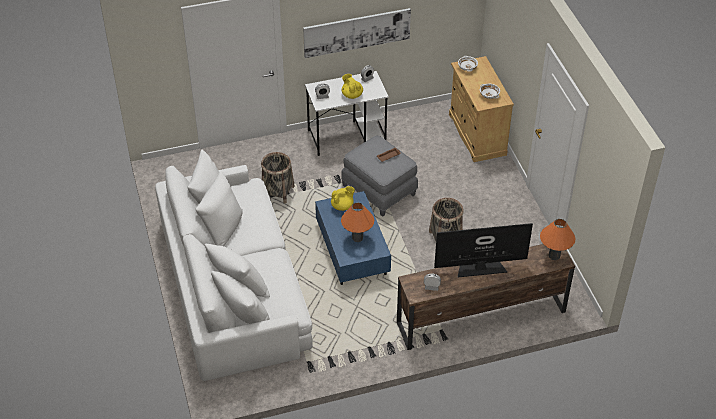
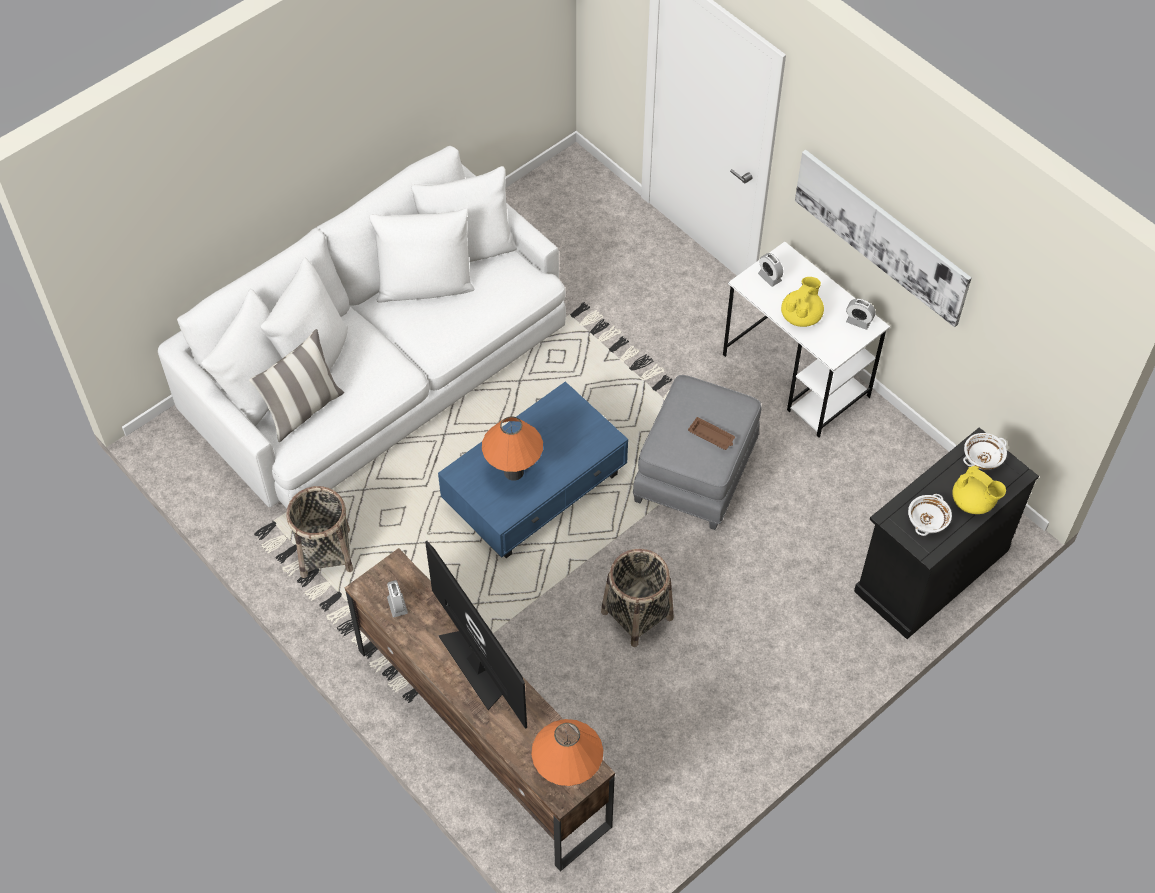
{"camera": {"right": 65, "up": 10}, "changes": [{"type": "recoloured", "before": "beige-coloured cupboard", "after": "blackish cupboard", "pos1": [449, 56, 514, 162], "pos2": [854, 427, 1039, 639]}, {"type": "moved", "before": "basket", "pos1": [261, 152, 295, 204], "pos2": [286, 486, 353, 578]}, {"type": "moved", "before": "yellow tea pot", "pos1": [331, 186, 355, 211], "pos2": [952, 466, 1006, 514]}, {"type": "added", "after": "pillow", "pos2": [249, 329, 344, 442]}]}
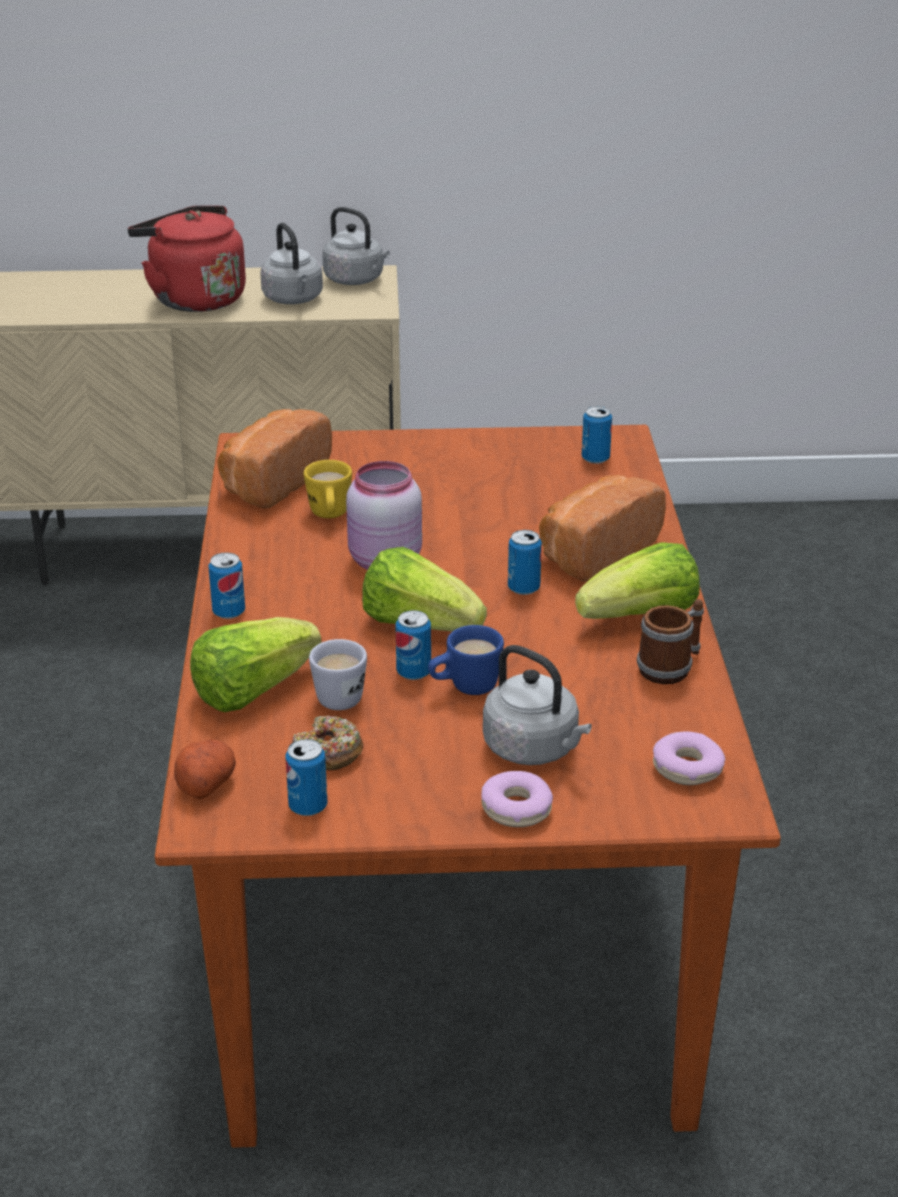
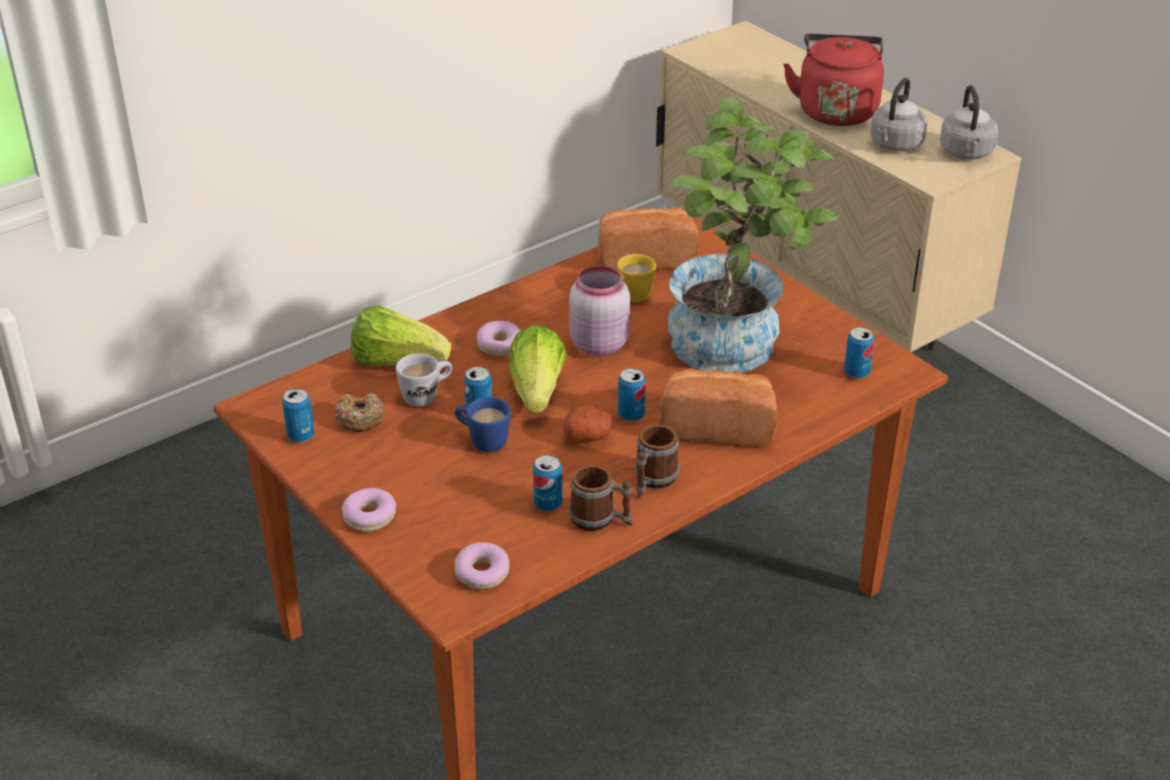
{"camera": {"right": 55, "up": 5}, "changes": [{"type": "replaced", "before": "head of lettuce", "after": "mug", "pos1": [575, 542, 700, 619], "pos2": [635, 424, 679, 499]}, {"type": "moved", "before": "sealed can", "pos1": [208, 552, 245, 619], "pos2": [533, 455, 563, 511]}, {"type": "removed", "before": "grey kettle", "pos1": [483, 645, 592, 765]}, {"type": "moved", "before": "potato", "pos1": [174, 740, 236, 799], "pos2": [564, 405, 613, 443]}, {"type": "added", "after": "plant in a pot", "pos2": [668, 98, 838, 372]}, {"type": "added", "after": "ring doughnut", "pos2": [477, 321, 521, 356]}]}
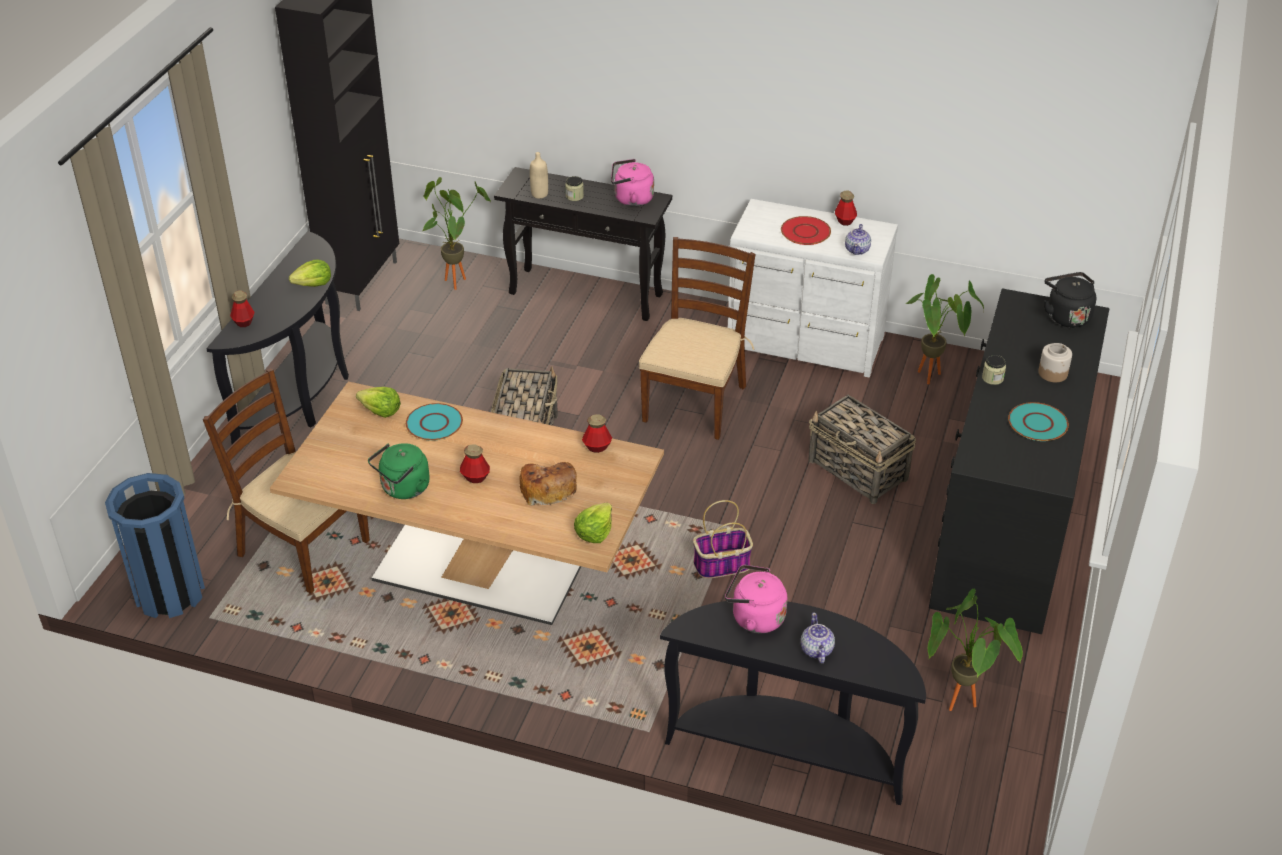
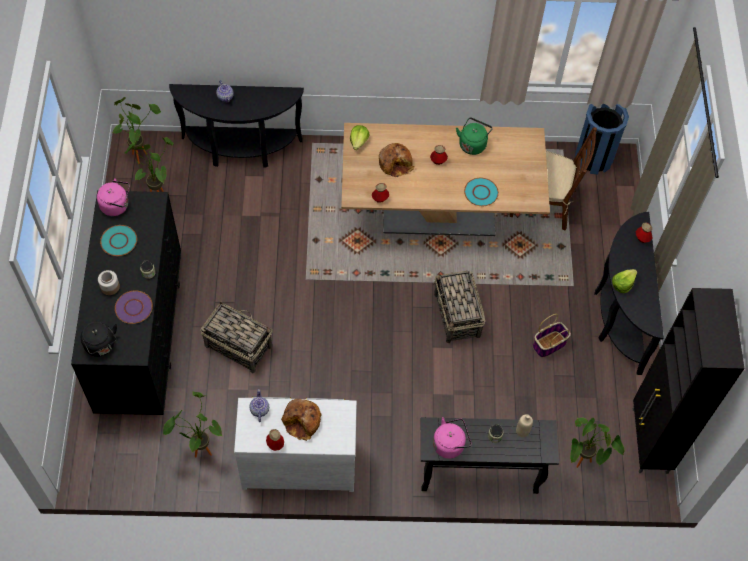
{"camera": {"right": 160, "up": 20}, "changes": [{"type": "replaced", "before": "reddish dinner plate", "after": "bread", "pos1": [781, 216, 831, 245], "pos2": [281, 399, 322, 441]}, {"type": "removed", "before": "brown-coloured upright chair", "pos1": [639, 237, 756, 440]}, {"type": "removed", "before": "head of lettuce", "pos1": [356, 387, 401, 418]}, {"type": "moved", "before": "basket", "pos1": [693, 500, 753, 578], "pos2": [533, 314, 571, 358]}, {"type": "moved", "before": "pinkish kettle", "pos1": [725, 565, 787, 633], "pos2": [97, 178, 130, 216]}, {"type": "added", "after": "plant in a pot", "pos2": [112, 97, 161, 164]}, {"type": "added", "after": "purple dinner plate", "pos2": [115, 290, 153, 324]}]}
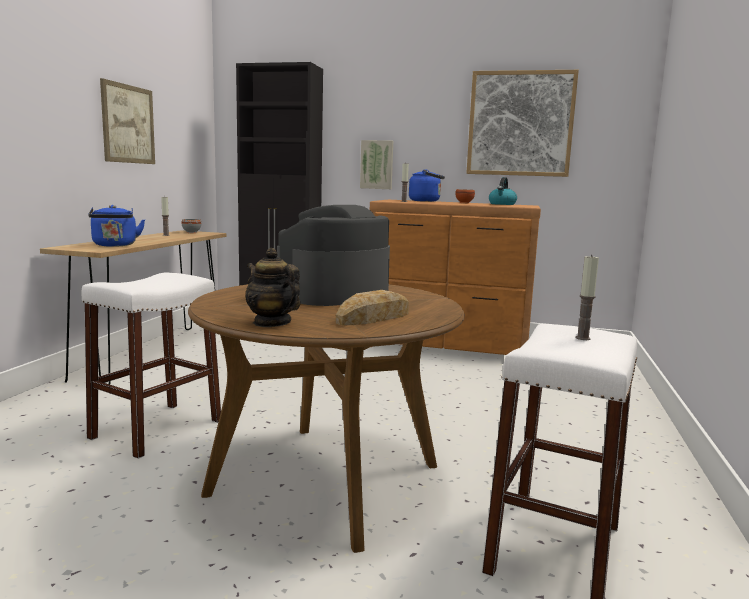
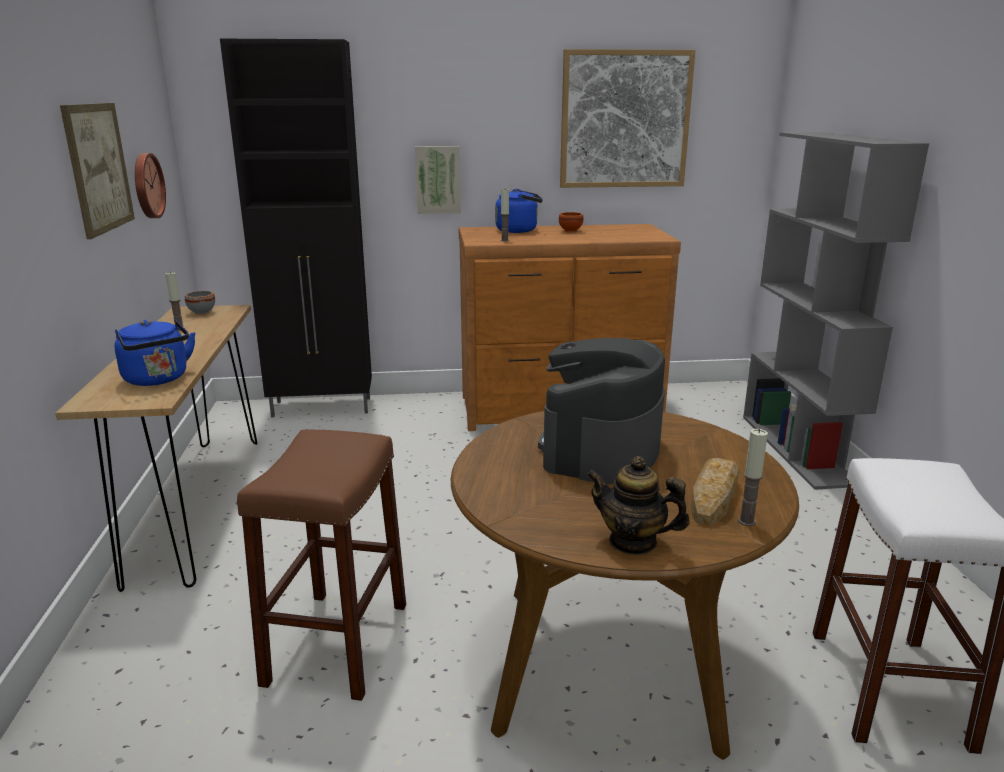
{"camera": {"right": -20, "up": 10}, "changes": [{"type": "removed", "before": "kettle", "pos1": [489, 177, 517, 205]}, {"type": "moved", "before": "wax light", "pos1": [576, 255, 599, 340], "pos2": [738, 429, 768, 526]}, {"type": "recoloured", "before": "whitish stool", "after": "brown-coloured stool", "pos1": [81, 272, 221, 459], "pos2": [237, 430, 406, 701]}, {"type": "added", "after": "grey shelving unit", "pos2": [743, 132, 929, 490]}, {"type": "added", "after": "clock on the wall", "pos2": [135, 153, 166, 218]}]}
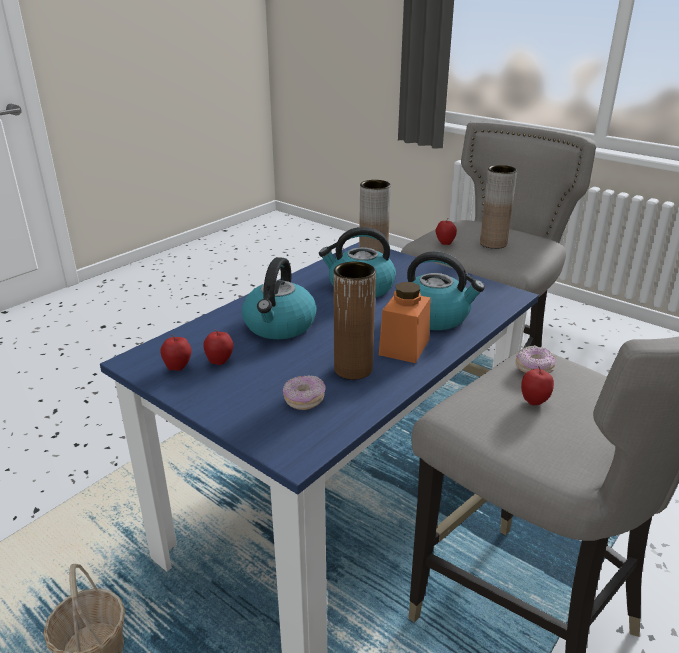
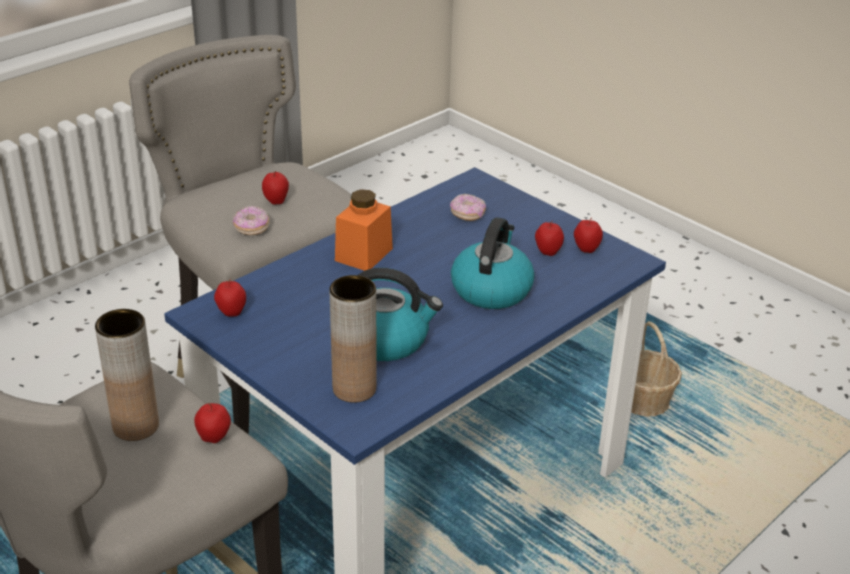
{"camera": {"right": -175, "up": 5}, "changes": [{"type": "removed", "before": "kettle", "pos1": [407, 251, 485, 330]}, {"type": "removed", "before": "brown-coloured decorative vase", "pos1": [333, 262, 376, 380]}, {"type": "added", "after": "apple", "pos2": [214, 279, 246, 317]}]}
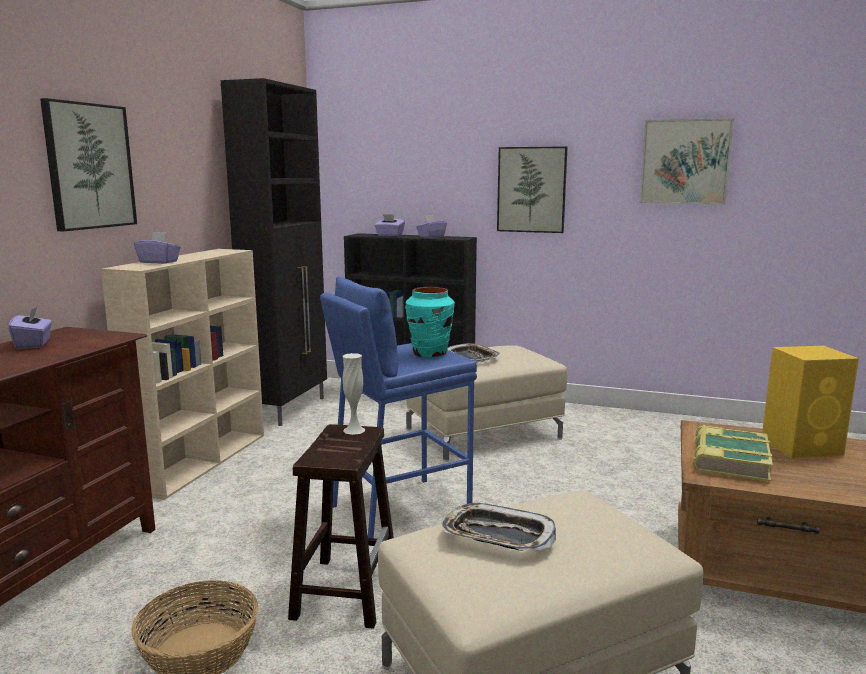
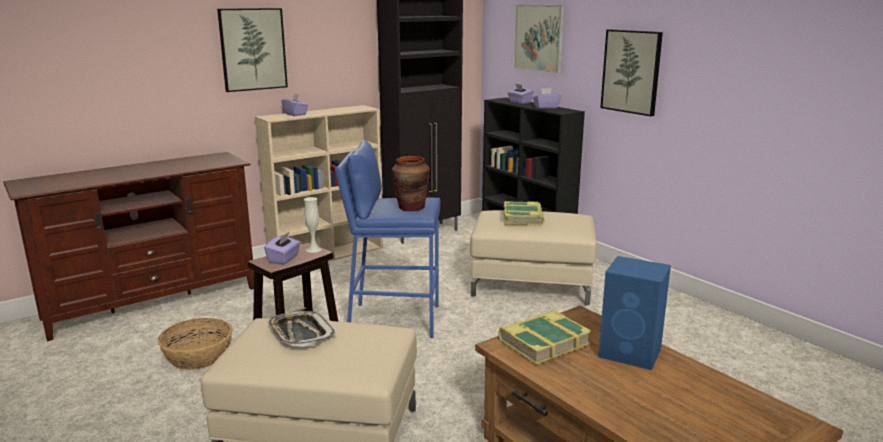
{"camera": {"right": 35, "up": 5}, "changes": [{"type": "moved", "before": "picture", "pos1": [639, 118, 734, 205], "pos2": [514, 4, 564, 73]}, {"type": "recoloured", "before": "turquoise decorative vase", "after": "brown-coloured decorative vase", "pos1": [405, 287, 455, 358], "pos2": [392, 156, 430, 211]}, {"type": "moved", "before": "purple tissue box", "pos1": [8, 307, 52, 349], "pos2": [264, 232, 301, 265]}, {"type": "replaced", "before": "tray", "after": "volume", "pos1": [447, 343, 500, 363], "pos2": [504, 201, 545, 226]}, {"type": "recoloured", "before": "yellow loudspeaker", "after": "blue-coloured loudspeaker", "pos1": [762, 346, 859, 459], "pos2": [598, 256, 671, 370]}]}
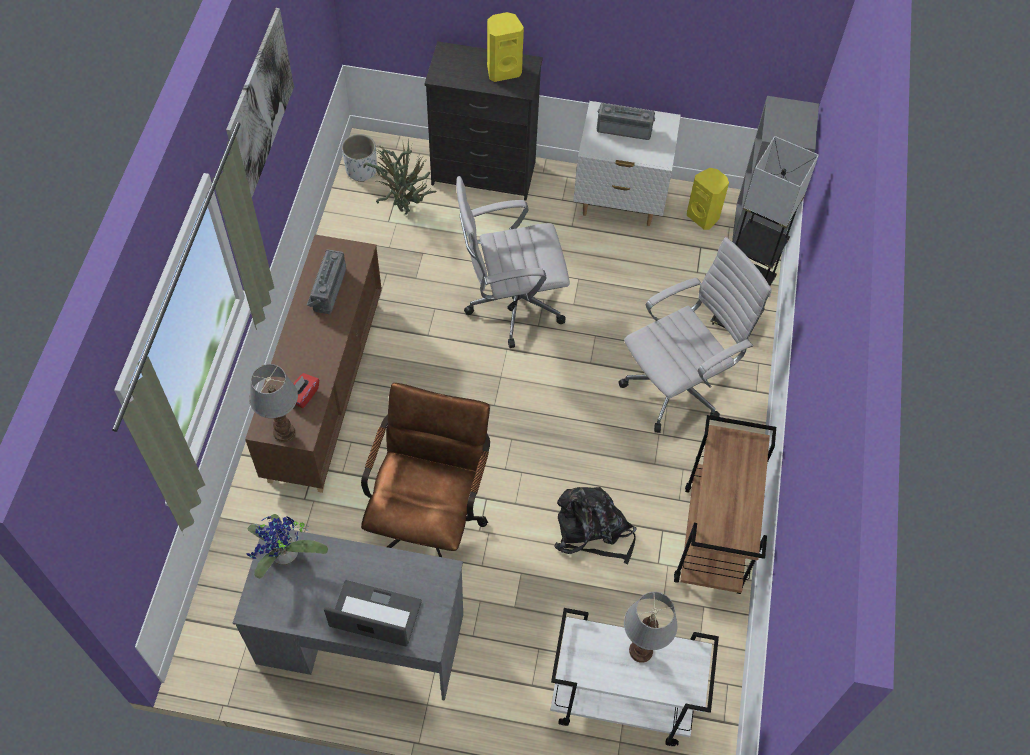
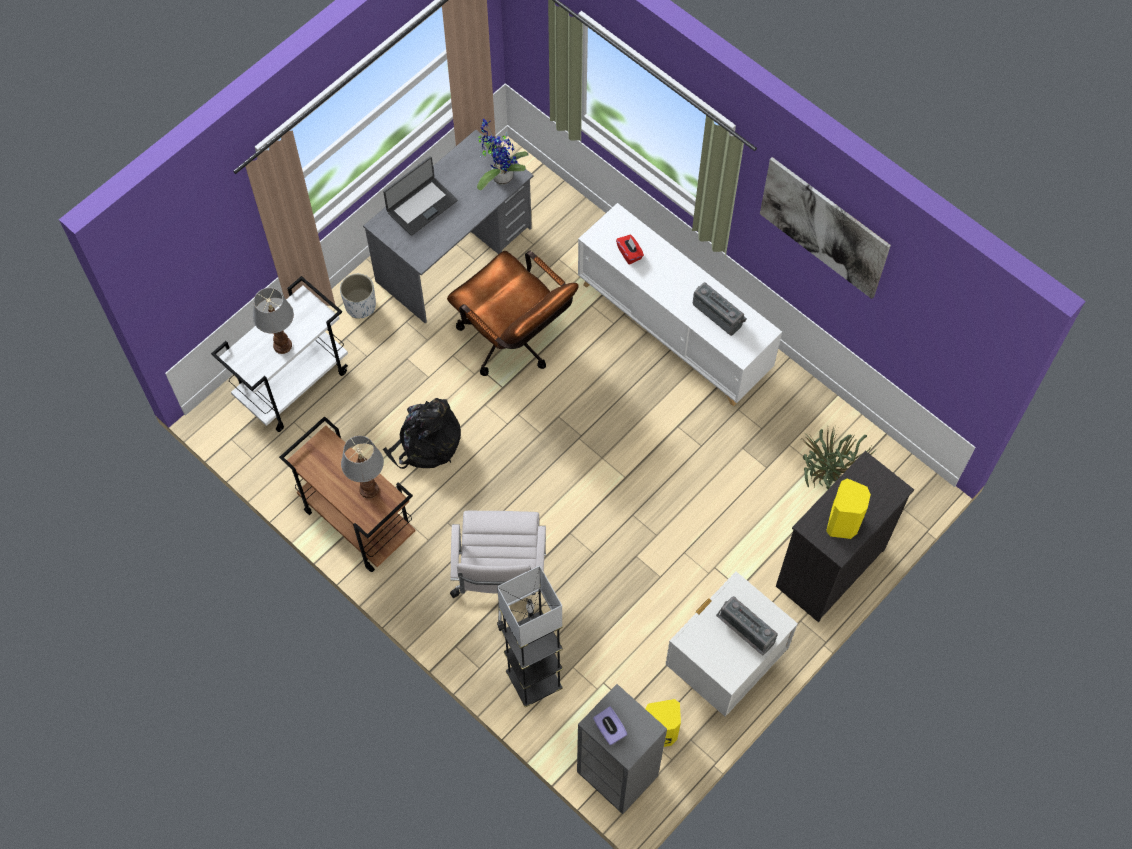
{"camera": {"right": 125, "up": 5}, "changes": [{"type": "turned", "before": "radio set", "pos1": [597, 103, 655, 140], "pos2": [716, 596, 778, 656], "turn": 90}, {"type": "moved", "before": "whitish planter", "pos1": [342, 134, 377, 182], "pos2": [340, 274, 376, 318]}, {"type": "removed", "before": "whitish computer chair", "pos1": [456, 176, 570, 348]}, {"type": "recoloured", "before": "brown-coloured cupboard", "after": "whitish cupboard", "pos1": [245, 235, 382, 493], "pos2": [578, 203, 782, 407]}, {"type": "moved", "before": "tabletop lamp", "pos1": [249, 364, 298, 442], "pos2": [341, 436, 384, 499]}, {"type": "added", "after": "purple tissue box", "pos2": [593, 706, 627, 745]}]}
